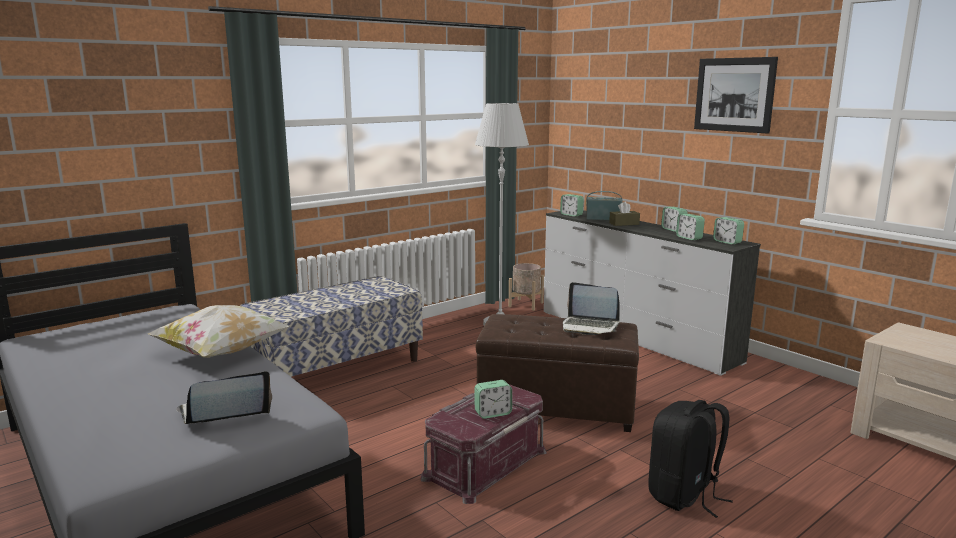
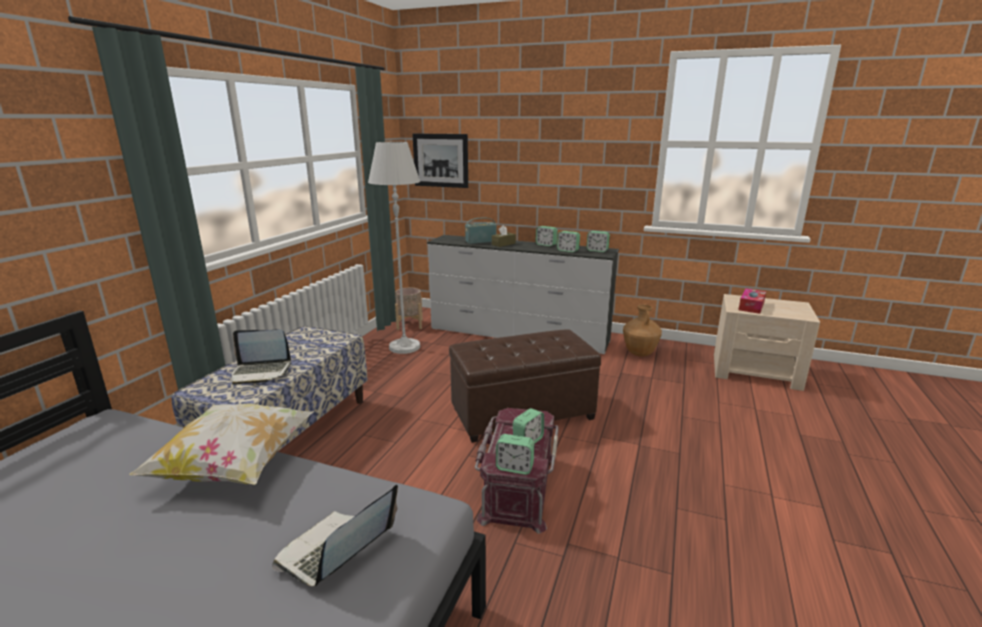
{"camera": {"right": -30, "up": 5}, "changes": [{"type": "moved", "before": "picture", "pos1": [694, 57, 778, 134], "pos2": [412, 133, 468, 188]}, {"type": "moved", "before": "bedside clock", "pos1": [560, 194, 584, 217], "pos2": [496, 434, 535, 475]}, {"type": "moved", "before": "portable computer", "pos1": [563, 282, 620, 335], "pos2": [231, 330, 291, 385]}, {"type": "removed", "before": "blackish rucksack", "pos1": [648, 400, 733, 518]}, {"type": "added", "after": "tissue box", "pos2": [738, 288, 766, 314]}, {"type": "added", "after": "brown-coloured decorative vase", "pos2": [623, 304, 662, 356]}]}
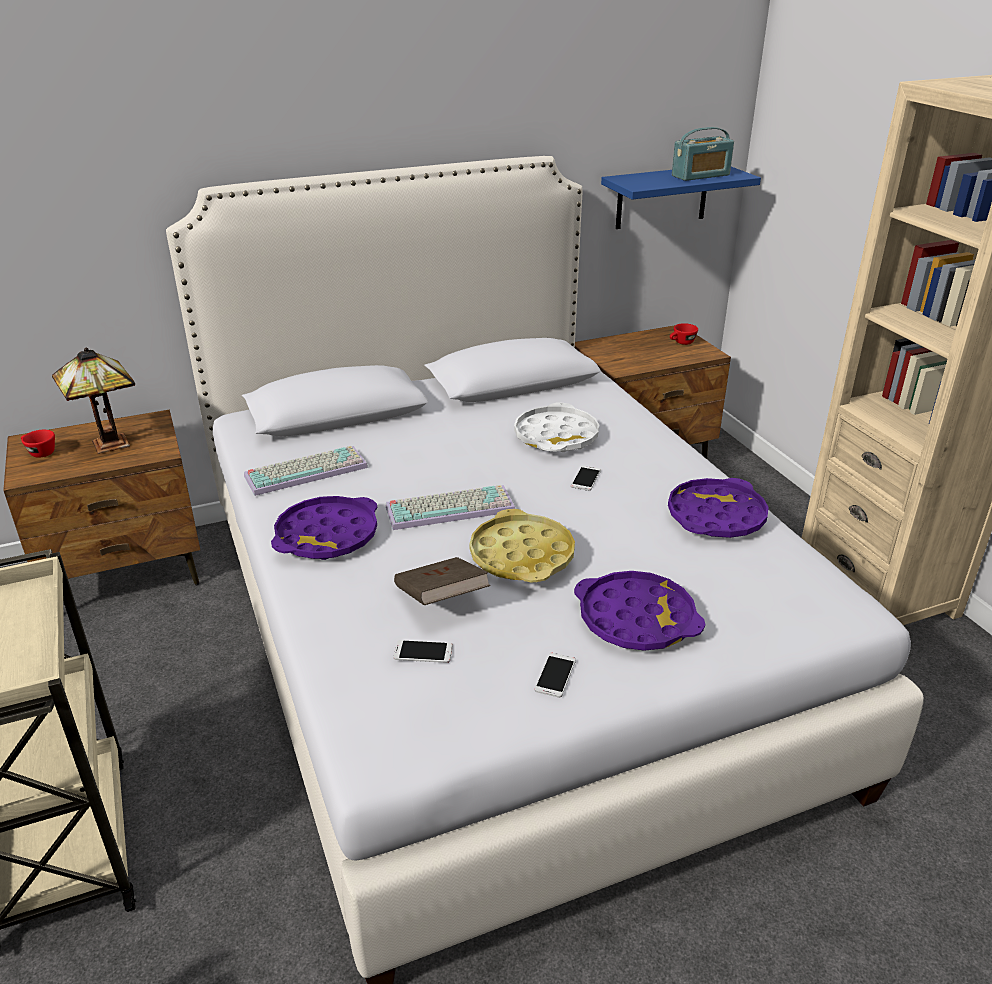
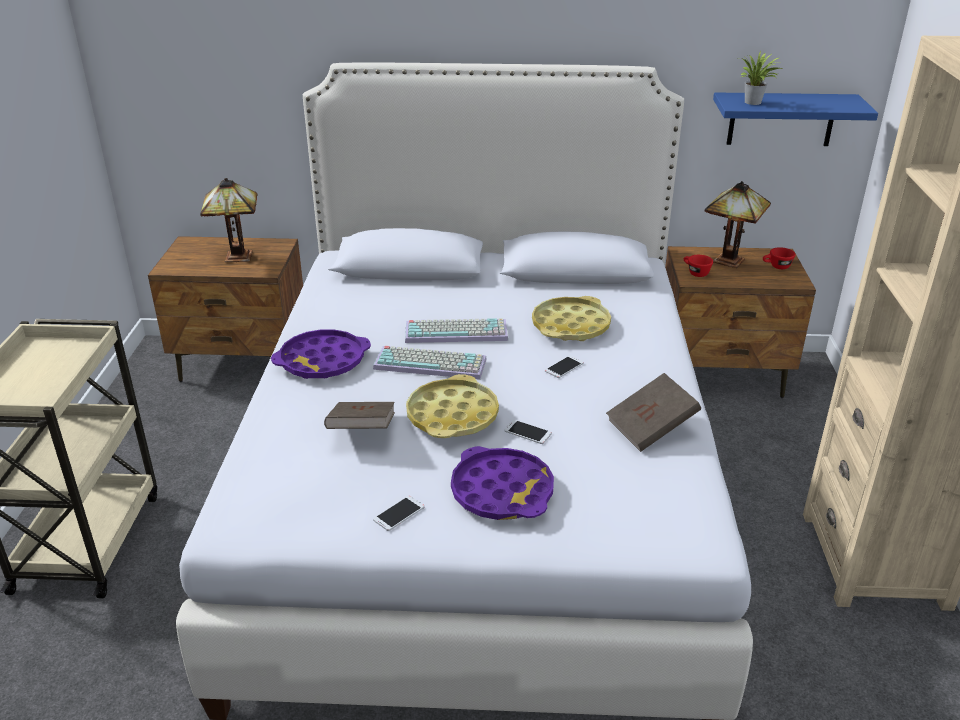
{"camera": {"right": 25, "up": 0}, "changes": [{"type": "removed", "before": "radio set", "pos1": [672, 127, 734, 181]}, {"type": "recoloured", "before": "whitish tray", "after": "yellow tray", "pos1": [514, 403, 599, 452], "pos2": [532, 296, 611, 341]}, {"type": "moved", "before": "reddish small cup", "pos1": [21, 430, 55, 458], "pos2": [684, 255, 713, 277]}, {"type": "moved", "before": "computer keyboard", "pos1": [244, 446, 368, 496], "pos2": [405, 318, 508, 343]}, {"type": "replaced", "before": "purple tray", "after": "brown-coloured volume", "pos1": [668, 478, 769, 538], "pos2": [606, 373, 701, 452]}, {"type": "moved", "before": "phone", "pos1": [393, 640, 453, 663], "pos2": [504, 420, 552, 444]}, {"type": "added", "after": "plant in a pot", "pos2": [739, 51, 784, 105]}, {"type": "added", "after": "tabletop lamp", "pos2": [704, 181, 771, 268]}]}
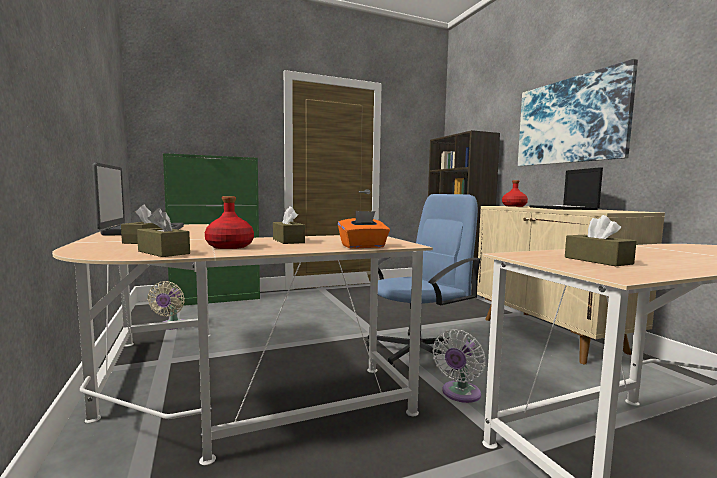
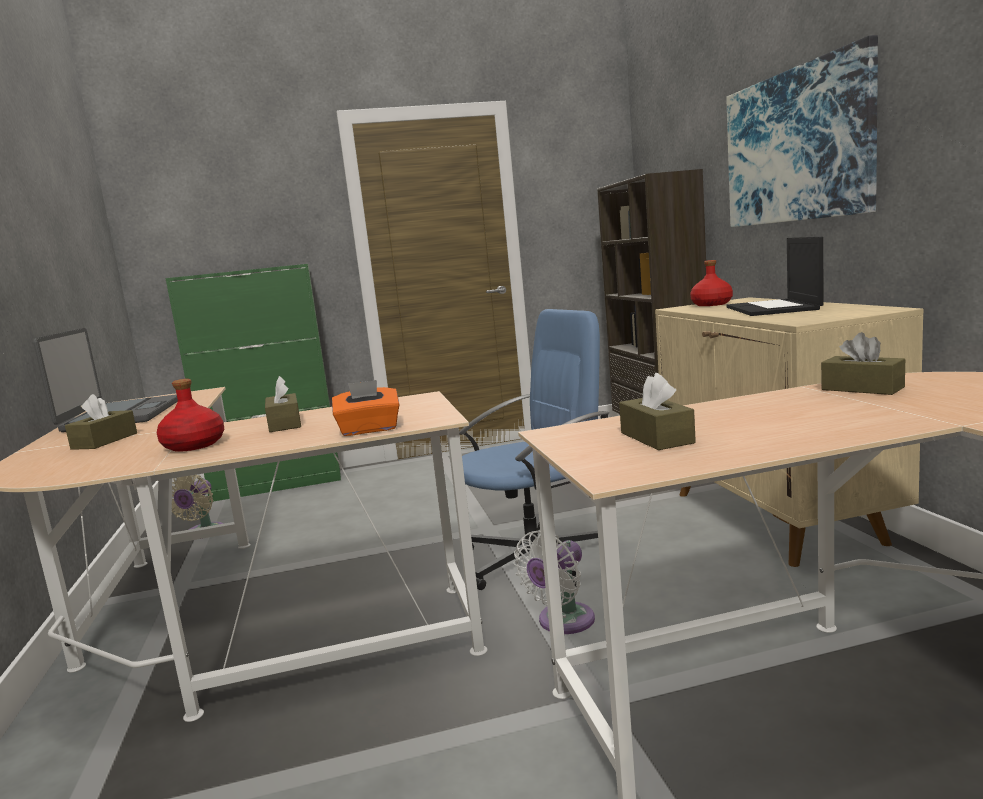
{"camera": {"right": 10, "up": 5}, "changes": [{"type": "moved", "before": "brown-coloured tissue box", "pos1": [137, 208, 190, 257], "pos2": [821, 332, 905, 395]}]}
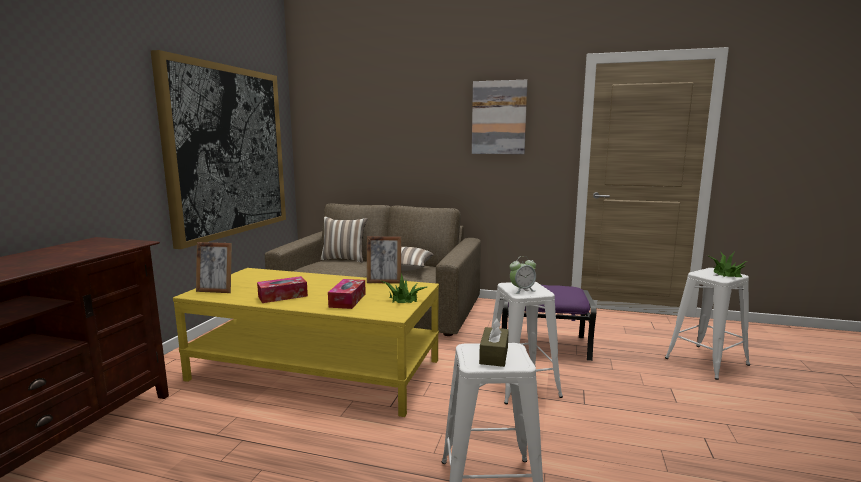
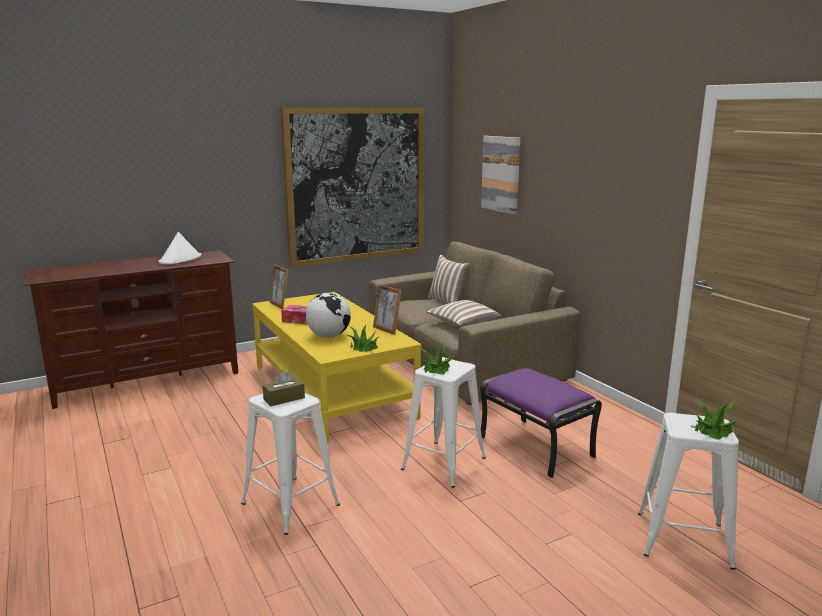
{"camera": {"right": 45, "up": 5}, "changes": [{"type": "moved", "before": "picture", "pos1": [472, 80, 528, 154], "pos2": [481, 136, 520, 215]}, {"type": "replaced", "before": "bedside clock", "after": "plant in a pot", "pos1": [510, 256, 536, 294], "pos2": [418, 342, 454, 374]}, {"type": "replaced", "before": "tissue box", "after": "world globe", "pos1": [328, 279, 366, 309], "pos2": [306, 293, 351, 338]}, {"type": "added", "after": "whitish clothing hat", "pos2": [159, 232, 202, 264]}]}
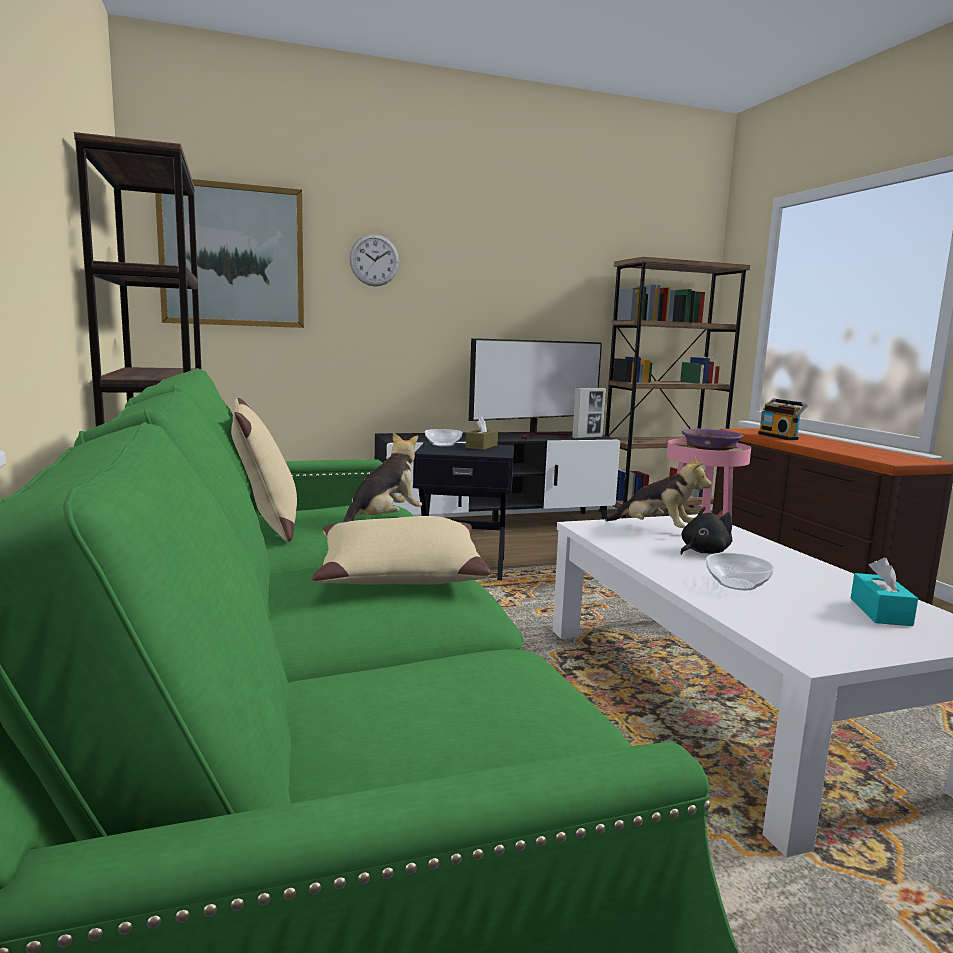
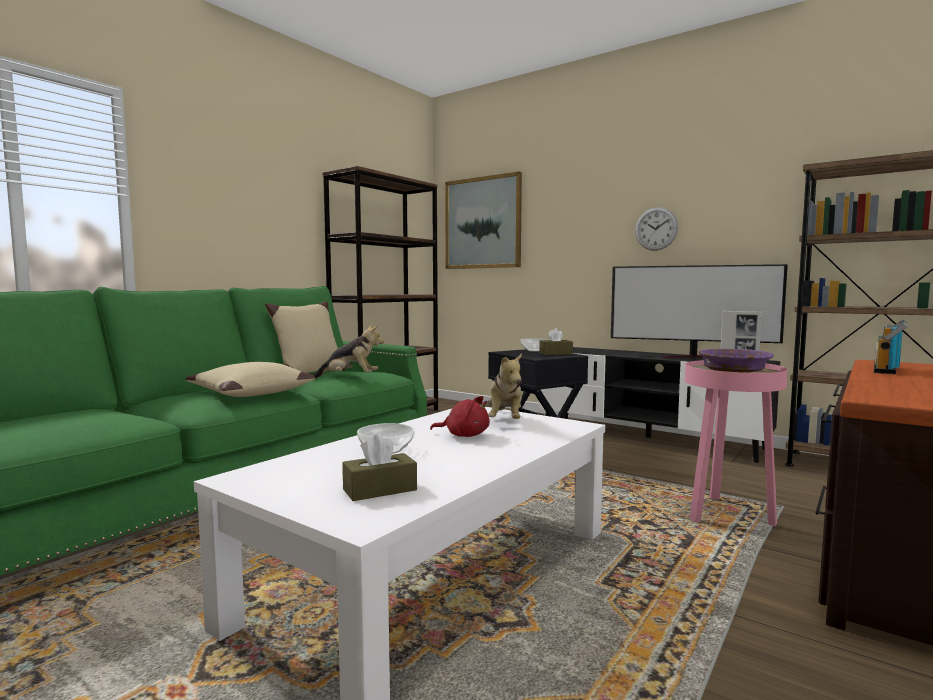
{"camera": {"right": 55, "up": -5}, "changes": [{"type": "moved", "before": "clock on the wall", "pos1": [349, 234, 399, 286], "pos2": [635, 207, 678, 251]}, {"type": "recoloured", "before": "blackish soft toy", "after": "reddish soft toy", "pos1": [680, 507, 732, 555], "pos2": [430, 396, 490, 437]}, {"type": "recoloured", "before": "turquoise tissue box", "after": "brown-coloured tissue box", "pos1": [851, 558, 918, 626], "pos2": [342, 434, 417, 501]}]}
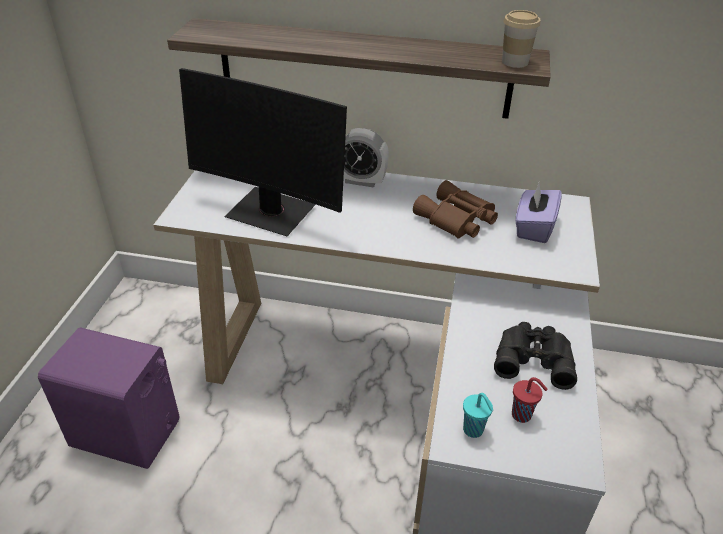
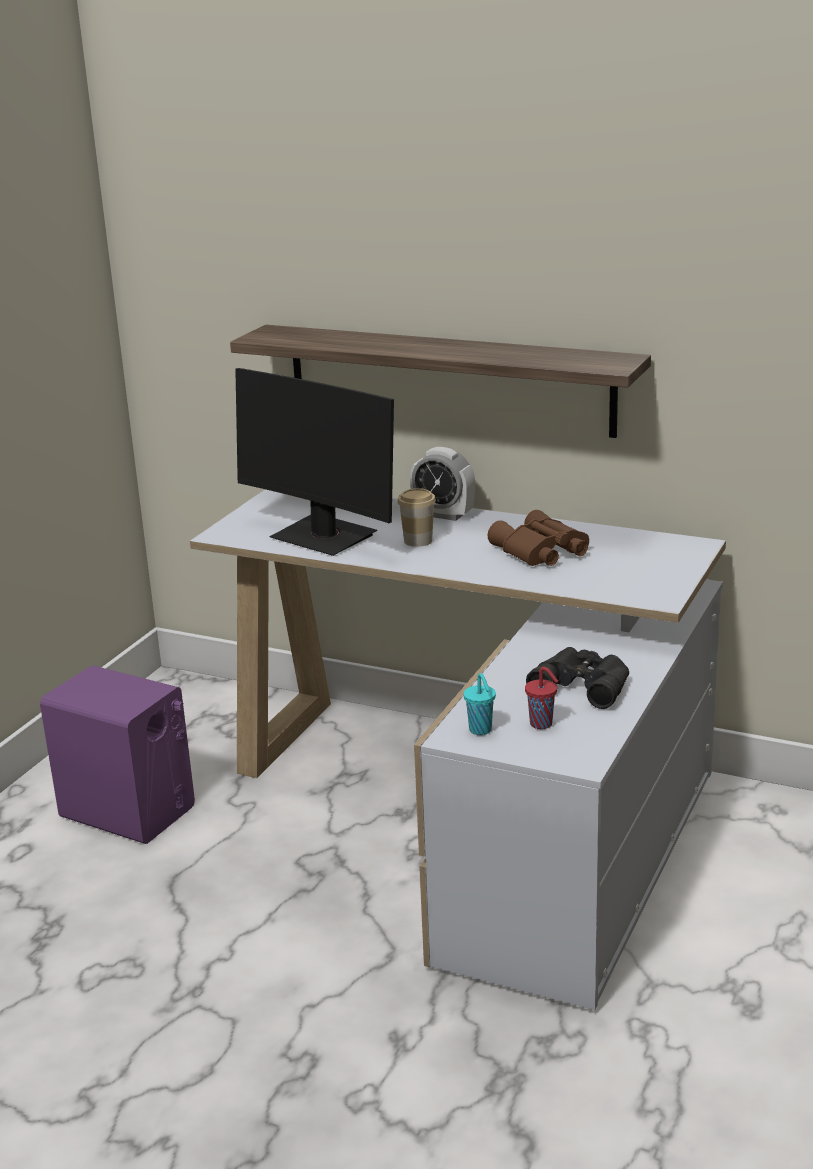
{"camera": {"right": 15, "up": -15}, "changes": [{"type": "moved", "before": "small cup", "pos1": [502, 10, 540, 68], "pos2": [398, 488, 436, 547]}, {"type": "removed", "before": "purple tissue box", "pos1": [515, 183, 562, 243]}]}
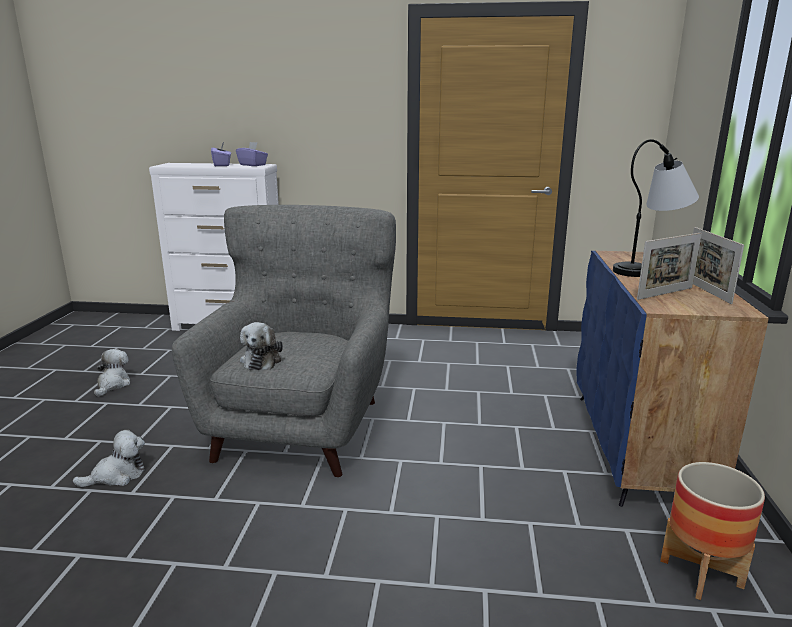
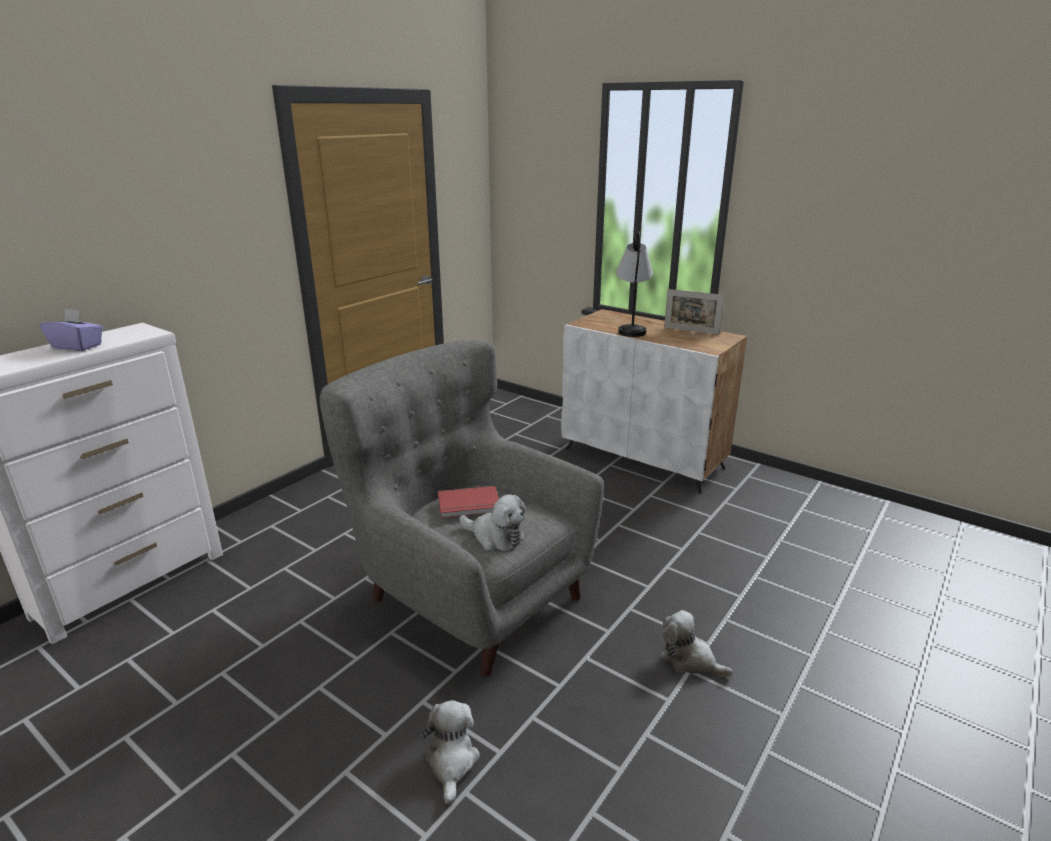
{"camera": {"right": -60, "up": 5}, "changes": [{"type": "removed", "before": "purple tissue box", "pos1": [236, 142, 268, 166]}, {"type": "removed", "before": "photo frame", "pos1": [637, 233, 702, 300]}, {"type": "recoloured", "before": "blue-coloured cupboard", "after": "whitish cupboard", "pos1": [577, 251, 769, 507], "pos2": [561, 309, 747, 494]}, {"type": "moved", "before": "soft toy", "pos1": [94, 349, 131, 397], "pos2": [660, 610, 733, 677]}, {"type": "removed", "before": "planter", "pos1": [660, 462, 765, 600]}, {"type": "added", "after": "reddish volume", "pos2": [438, 486, 499, 518]}]}
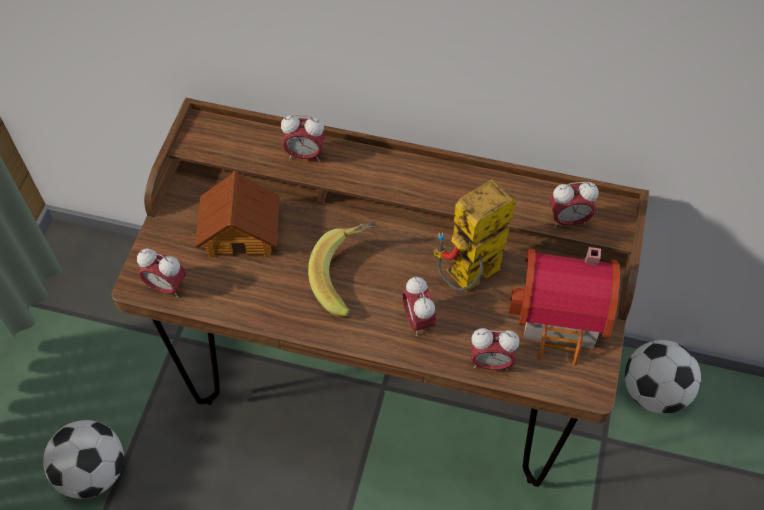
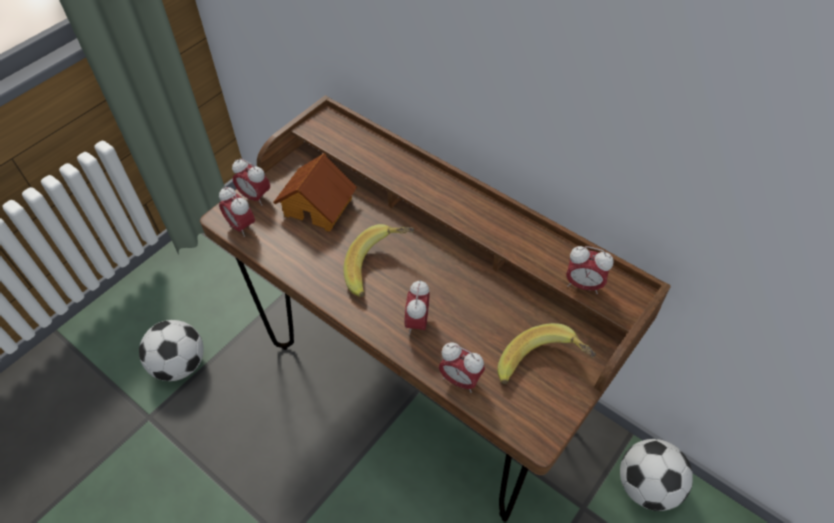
{"camera": {"right": 25, "up": -5}, "changes": [{"type": "moved", "before": "bedside clock", "pos1": [281, 114, 325, 162], "pos2": [232, 159, 270, 206]}, {"type": "removed", "before": "model robot", "pos1": [433, 179, 516, 292]}, {"type": "replaced", "before": "toy house", "after": "banana fruit", "pos1": [509, 247, 620, 366], "pos2": [497, 323, 596, 384]}]}
